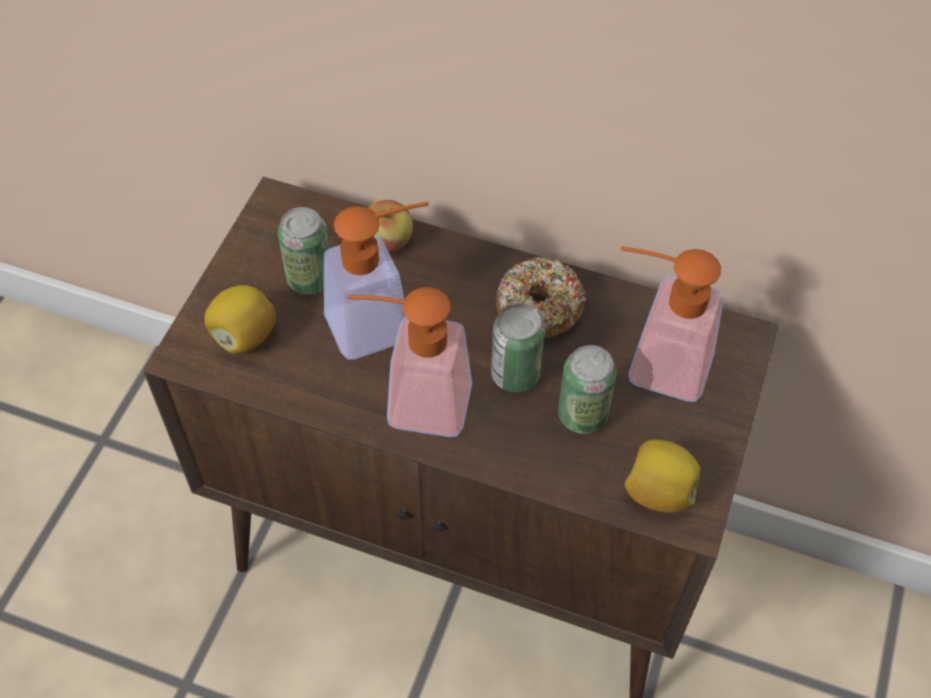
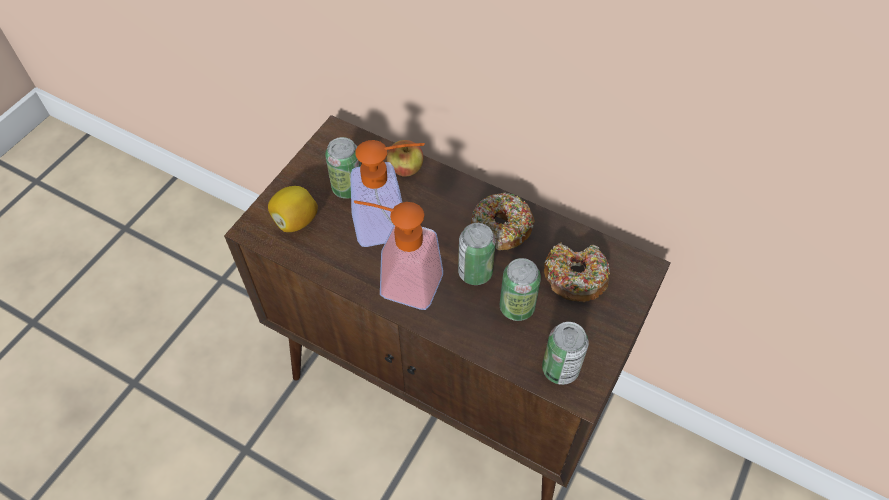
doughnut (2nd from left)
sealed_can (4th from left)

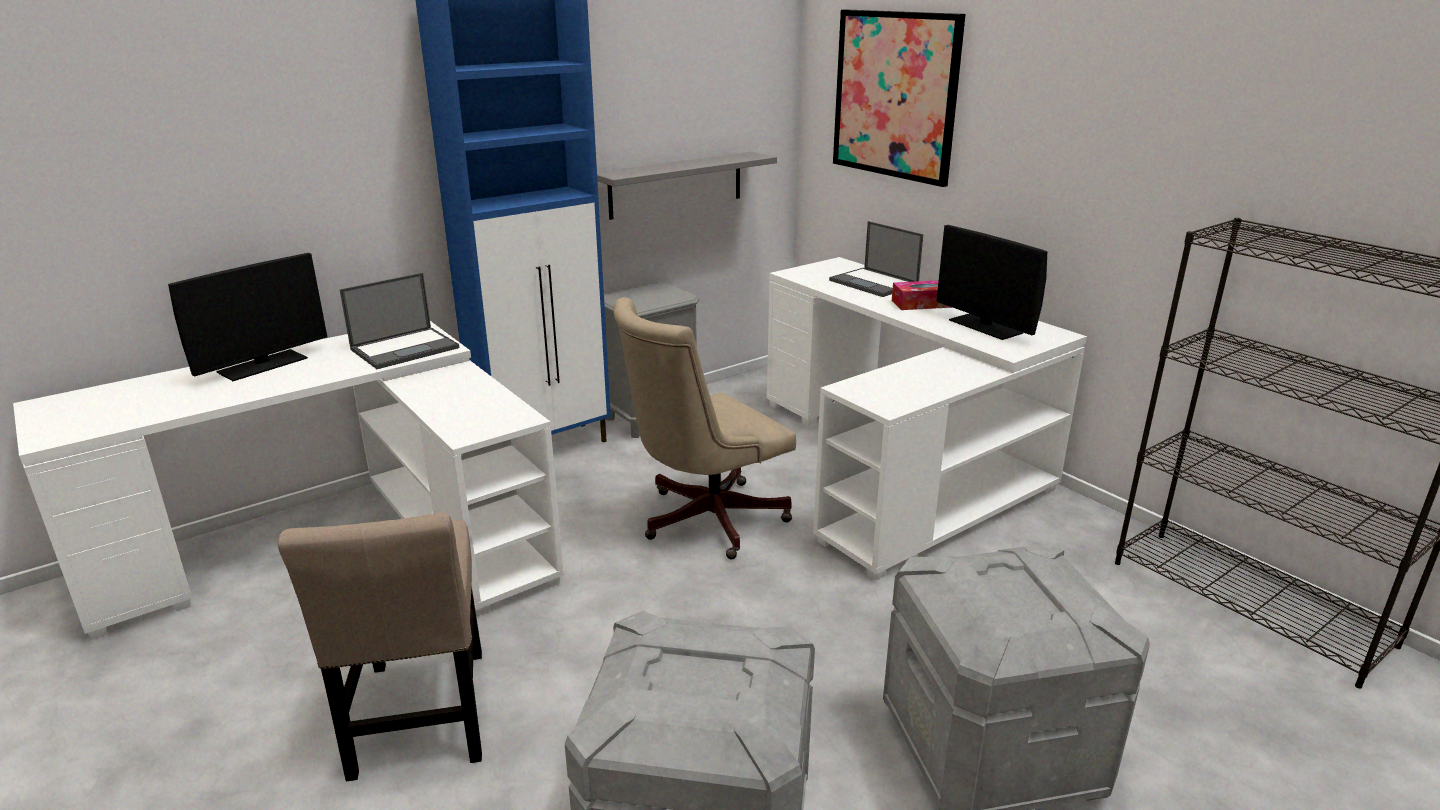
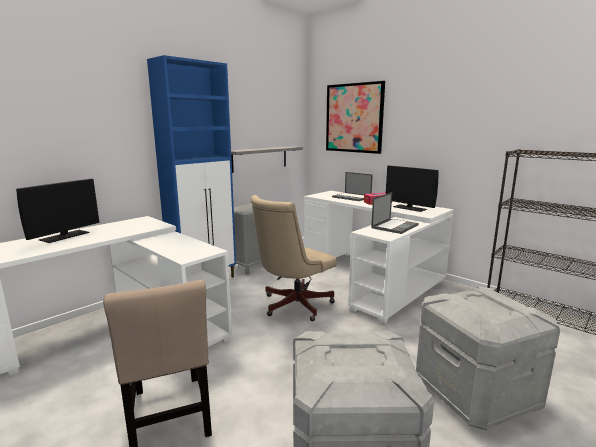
laptop (2nd from left)

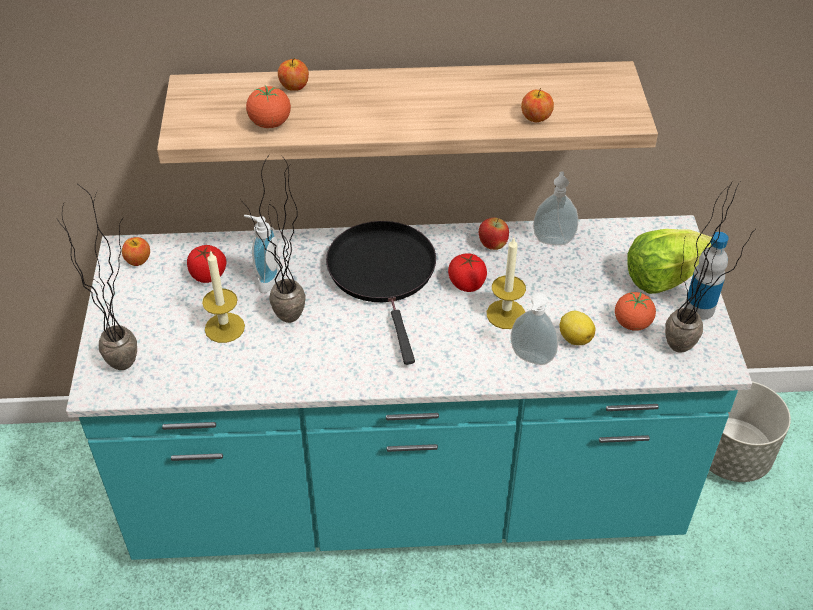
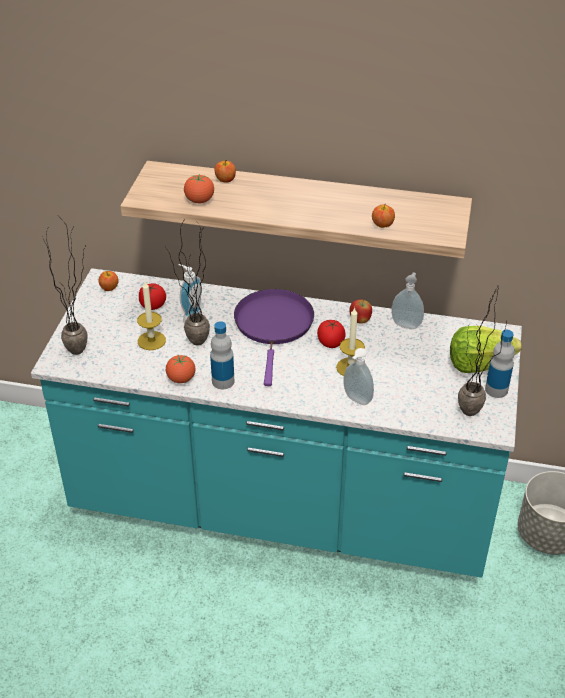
lemon
drink_bottle (1st from left)
tomato (2nd from left)
purplish_frying_pan

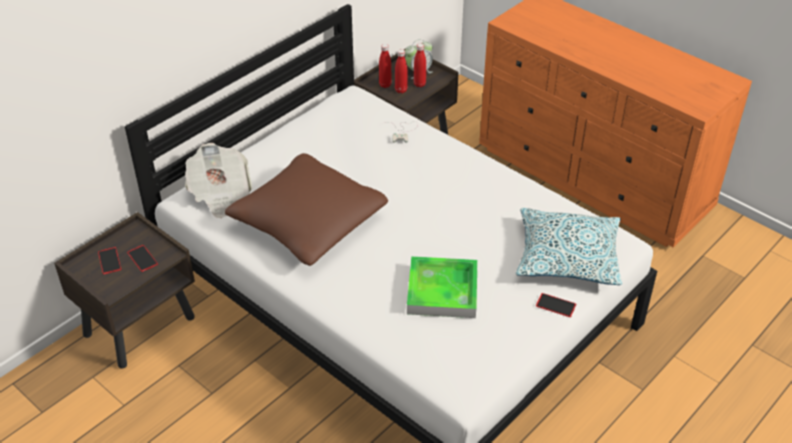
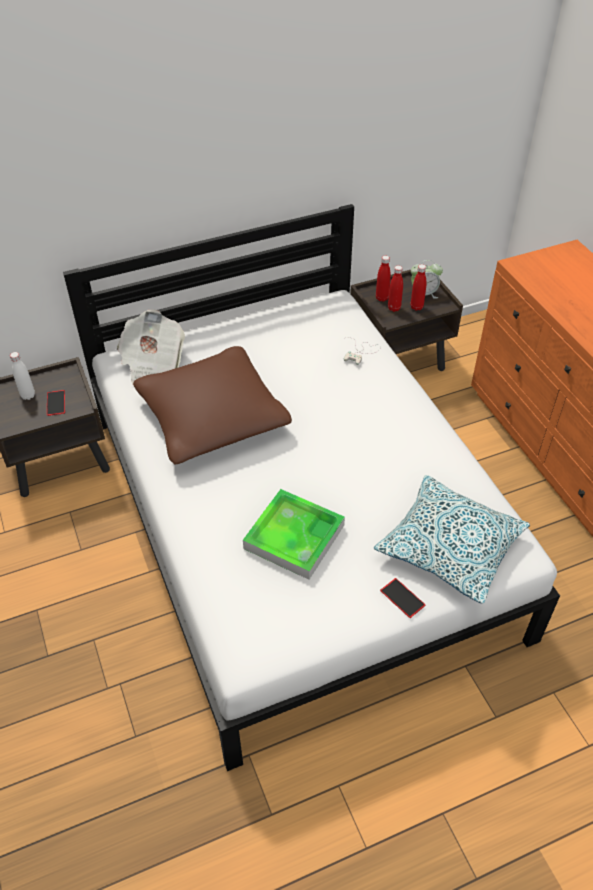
white_drink_bottle

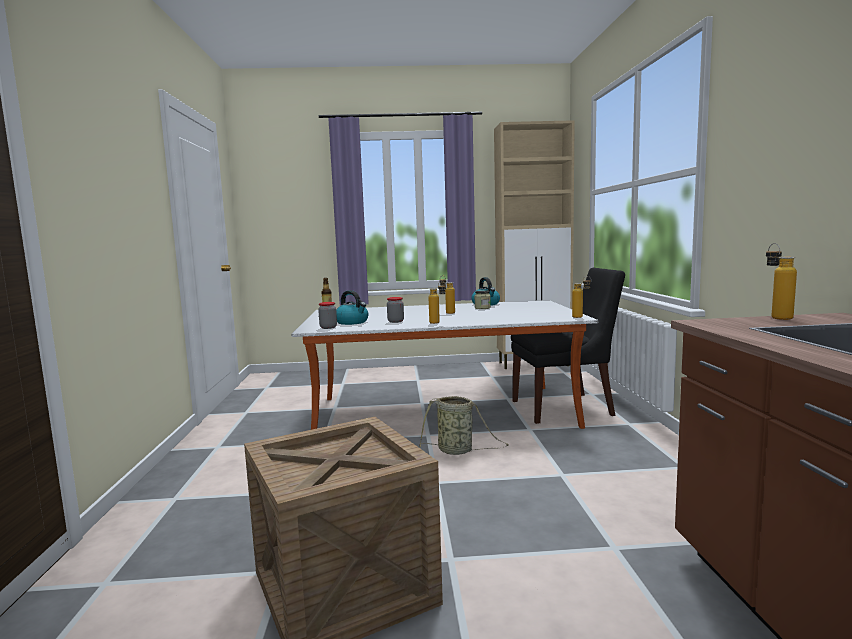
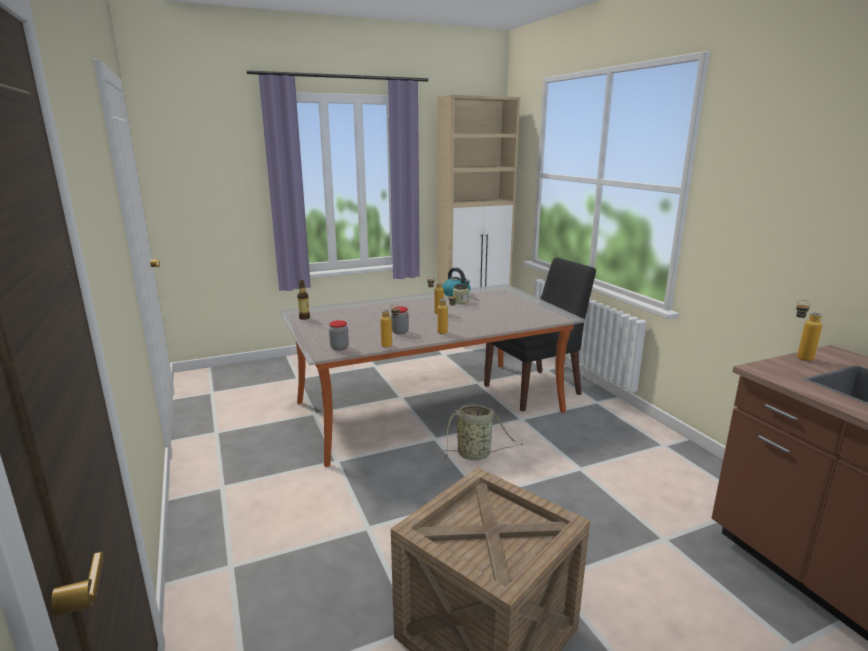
water_kettle (1st from left in the first image)
drink_bottle (2nd from left)

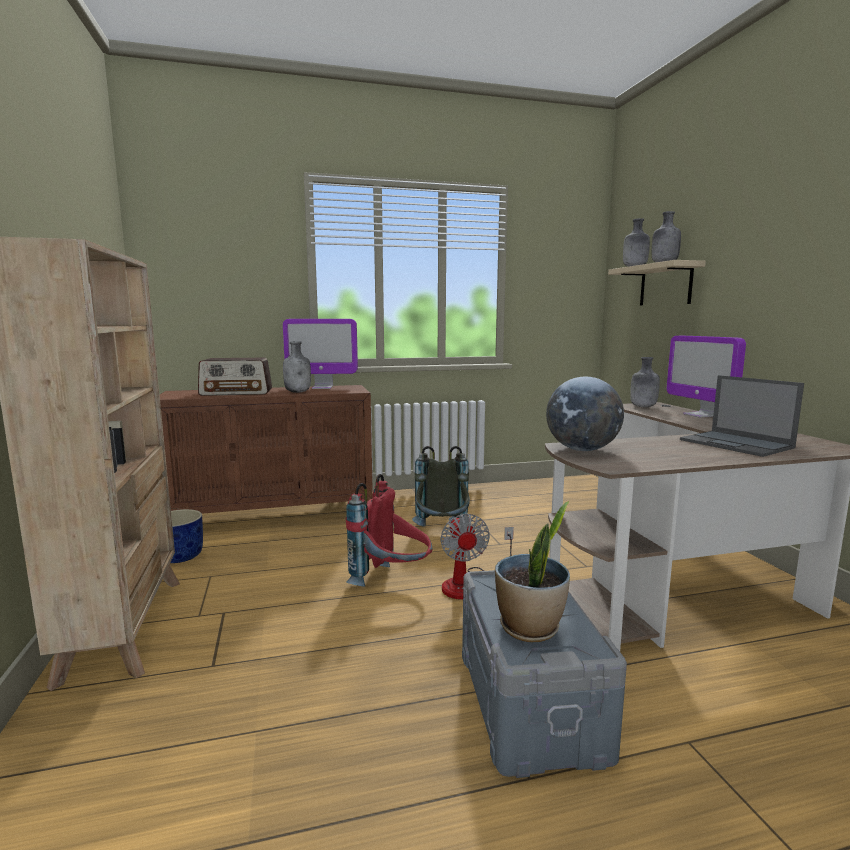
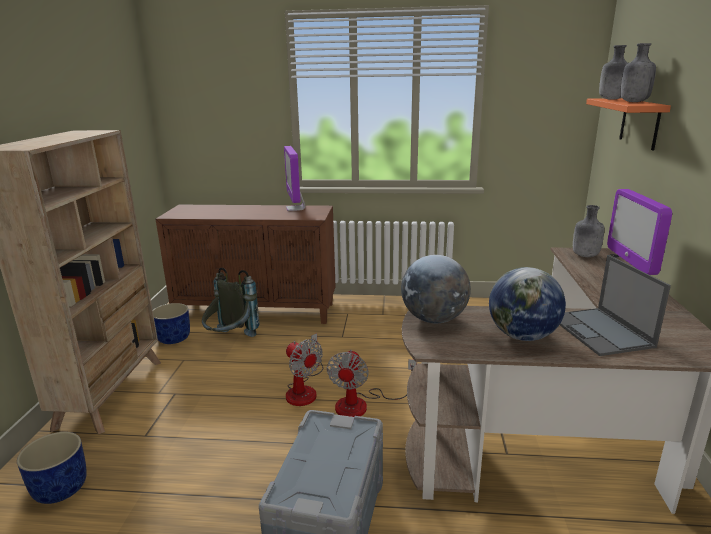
radio_receiver
gray_drink_bottle (1st from left in the first image)
houseplant
bluish_plant_pot (1st from left)
world_globe (2nd from left)
gray_knapsack
cooling_fan (1st from left)
orangey_wall_shelf
computer_display (1st from left)

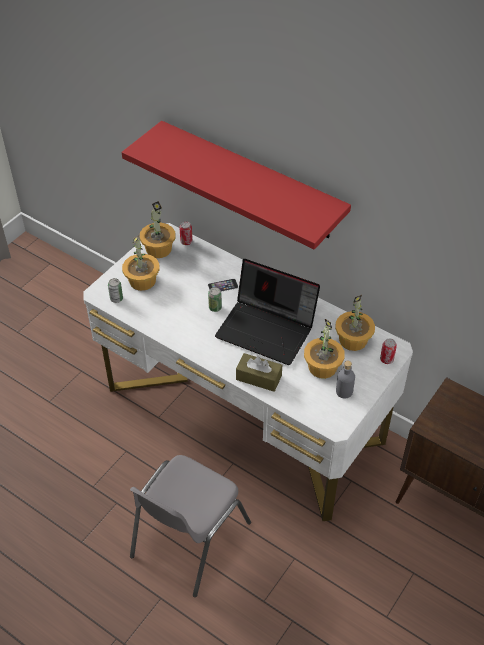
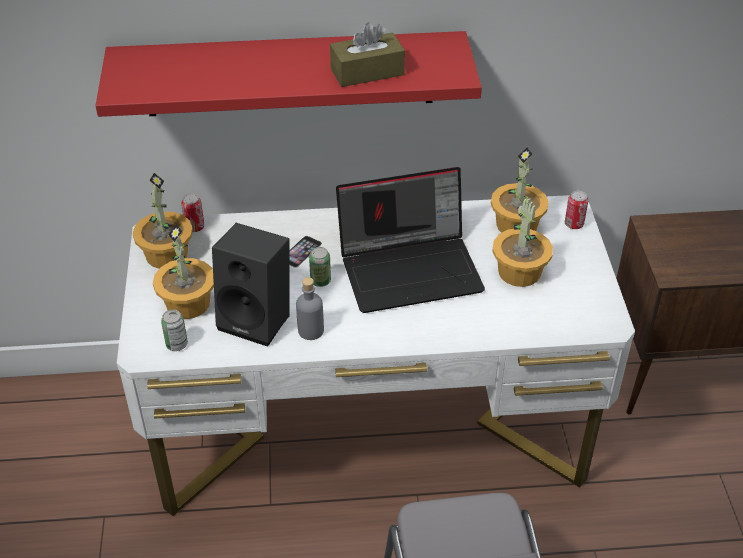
black_audio_speaker
brownish_tissue_box
gray_drink_bottle

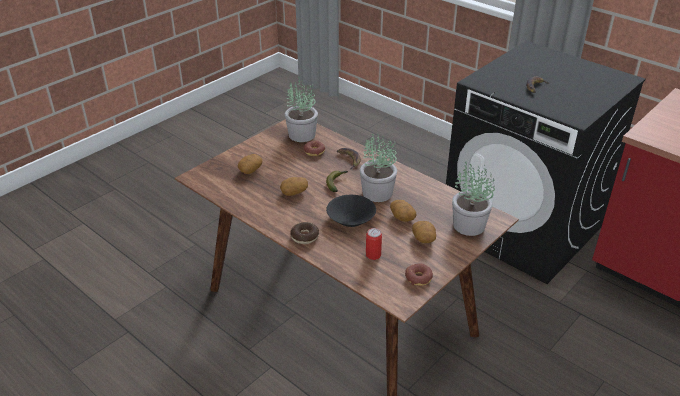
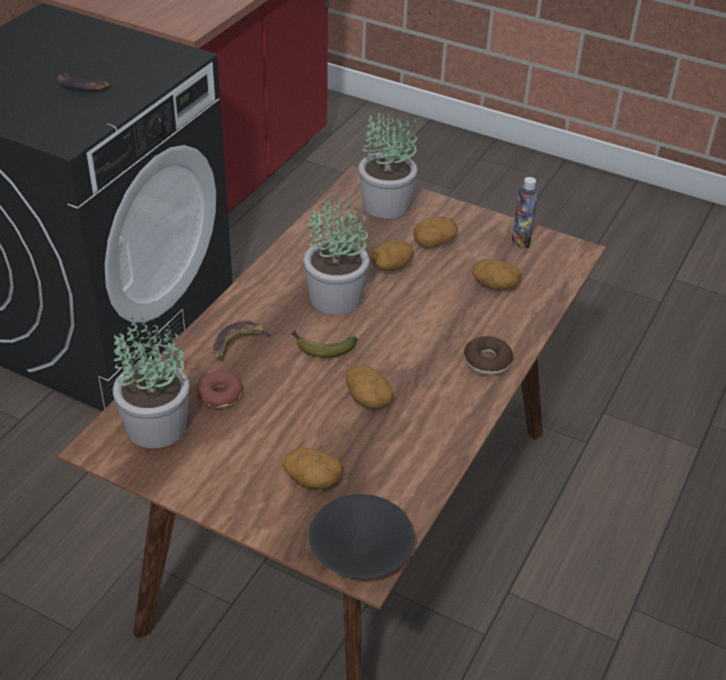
black_serving_bowl
spud (5th from left)
drink_bottle

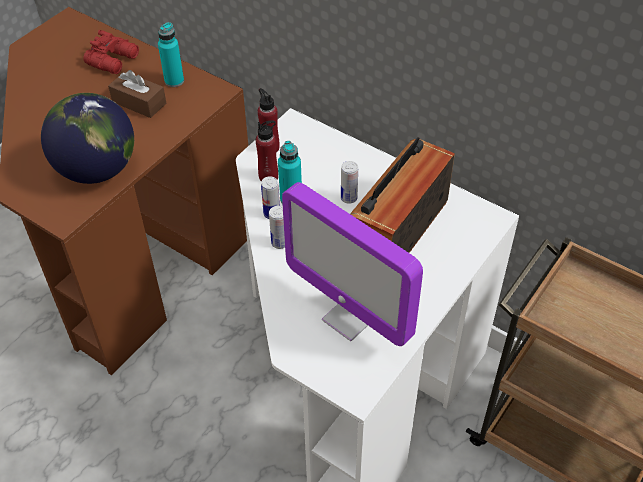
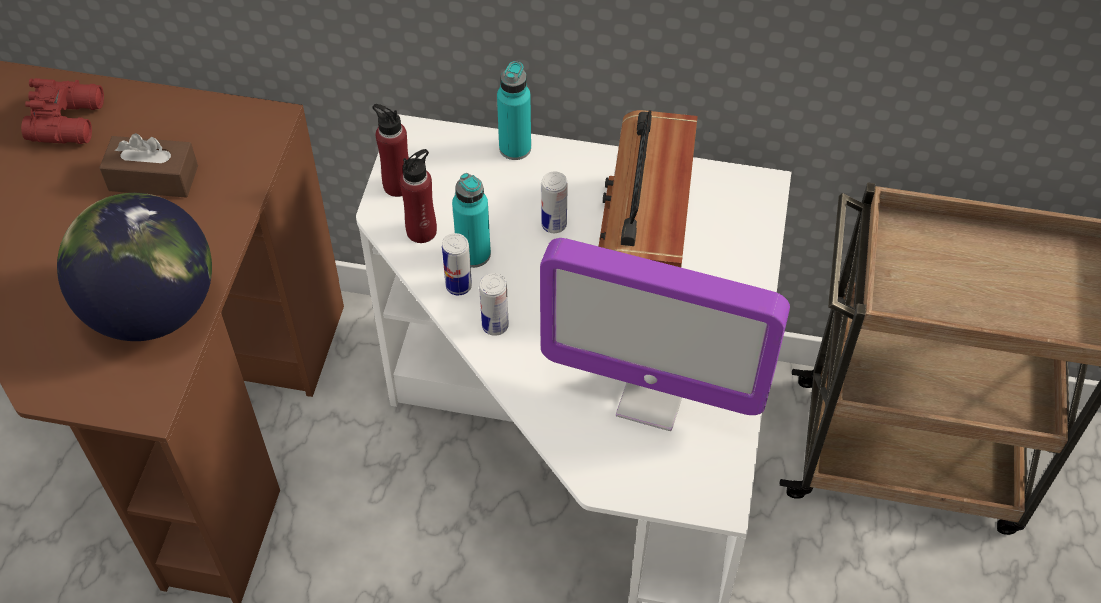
turquoise_drink_bottle (2nd from left)

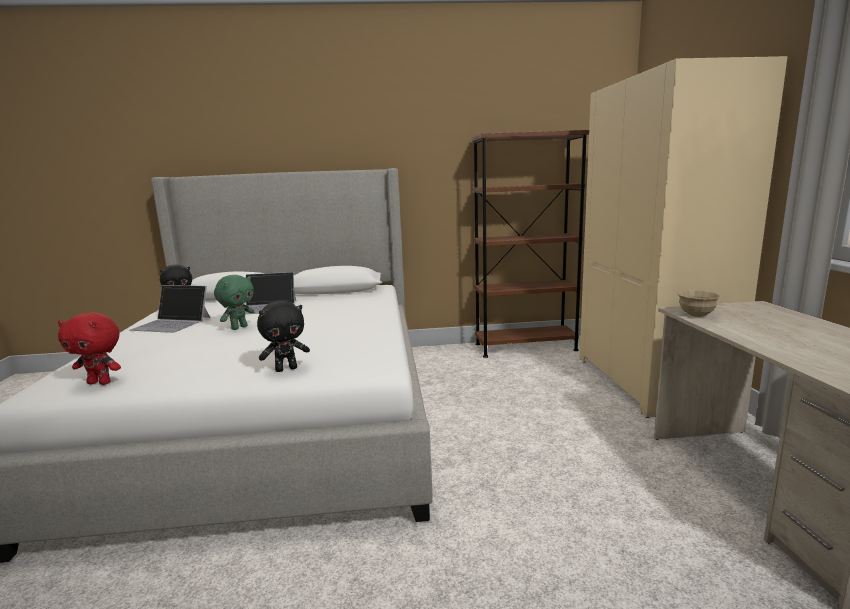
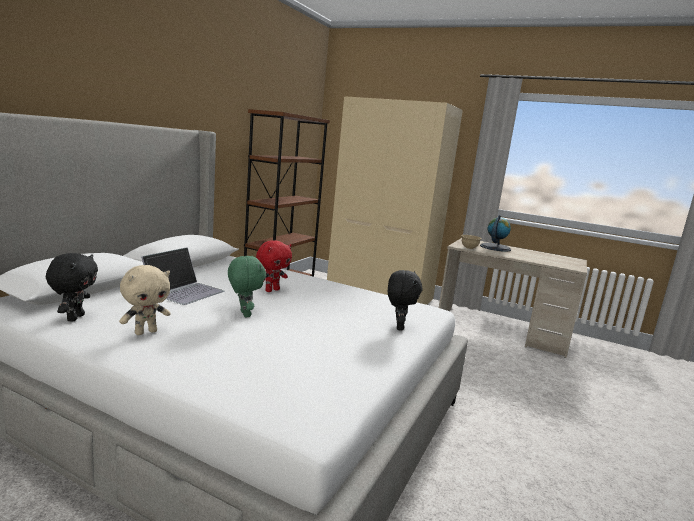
world_globe
red_soft_toy
beige_soft_toy

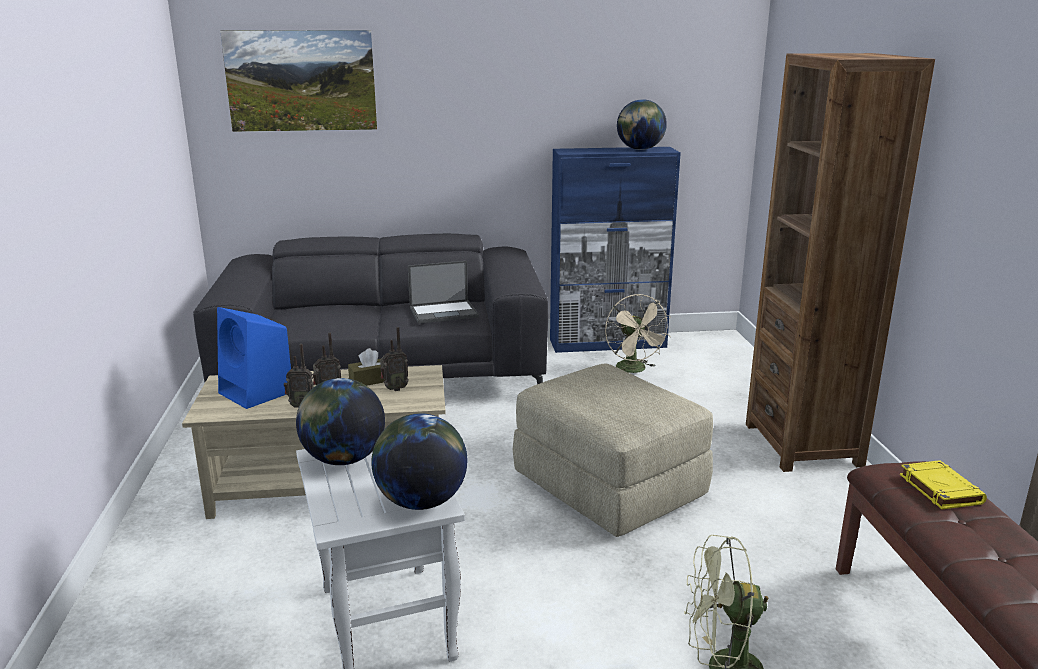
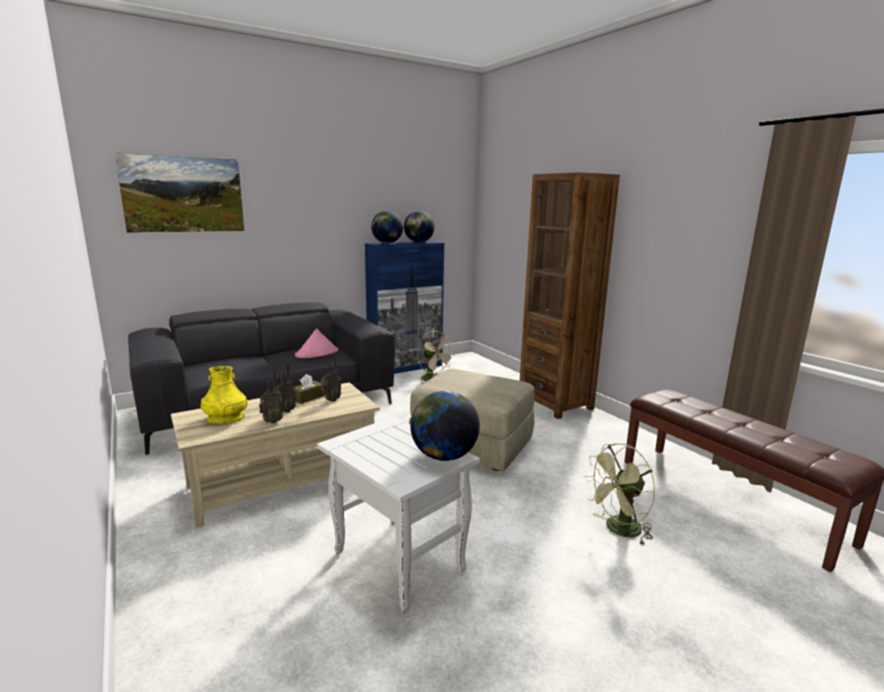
yellow_bound_book
world_globe (1st from left)
yellow_vase
pinkish_hat

